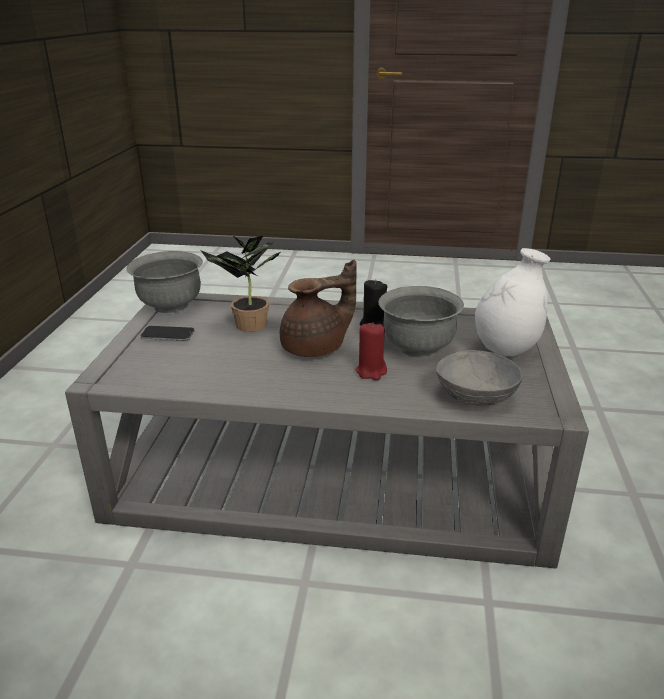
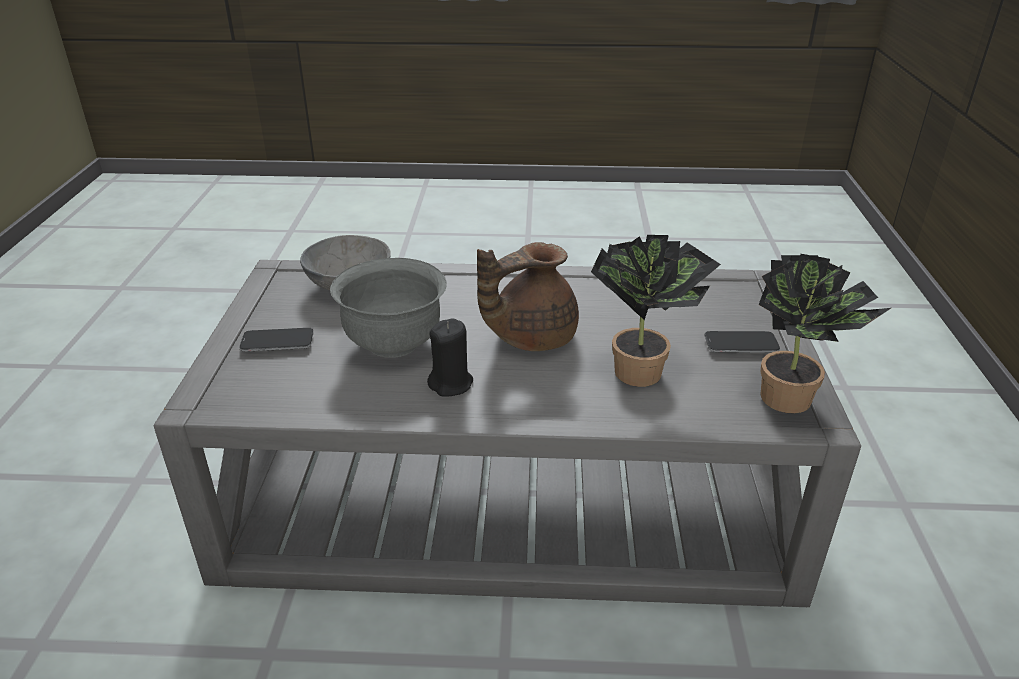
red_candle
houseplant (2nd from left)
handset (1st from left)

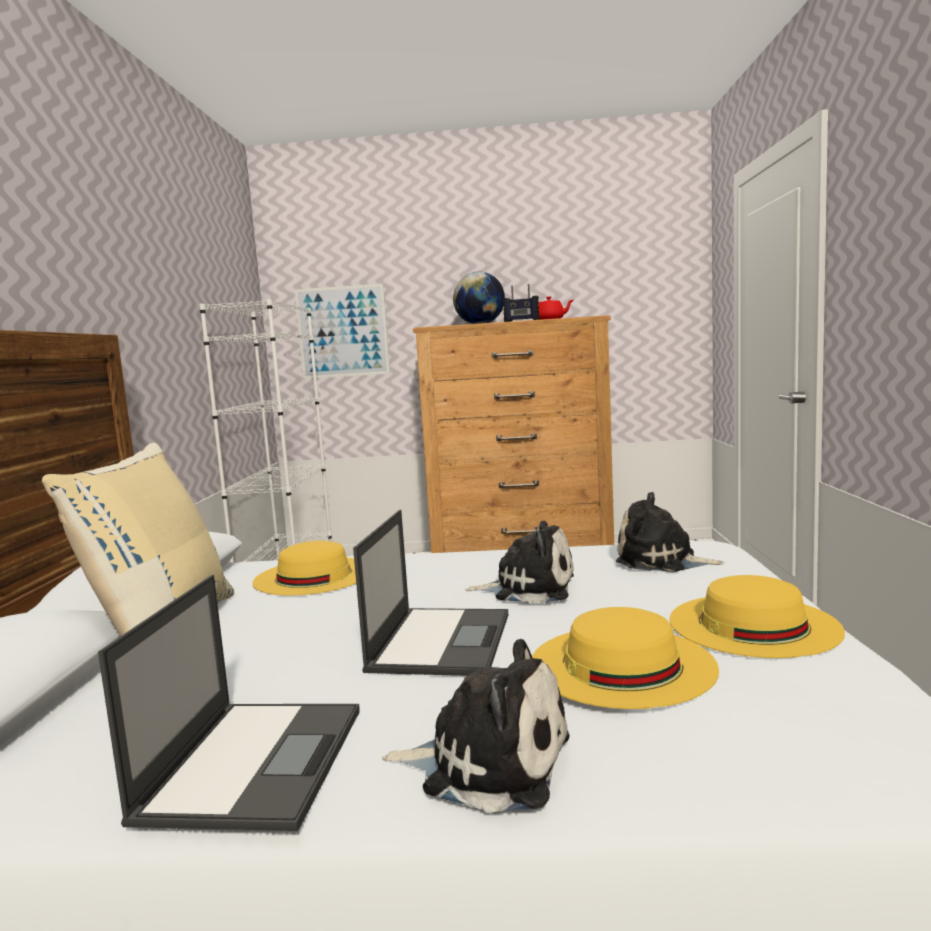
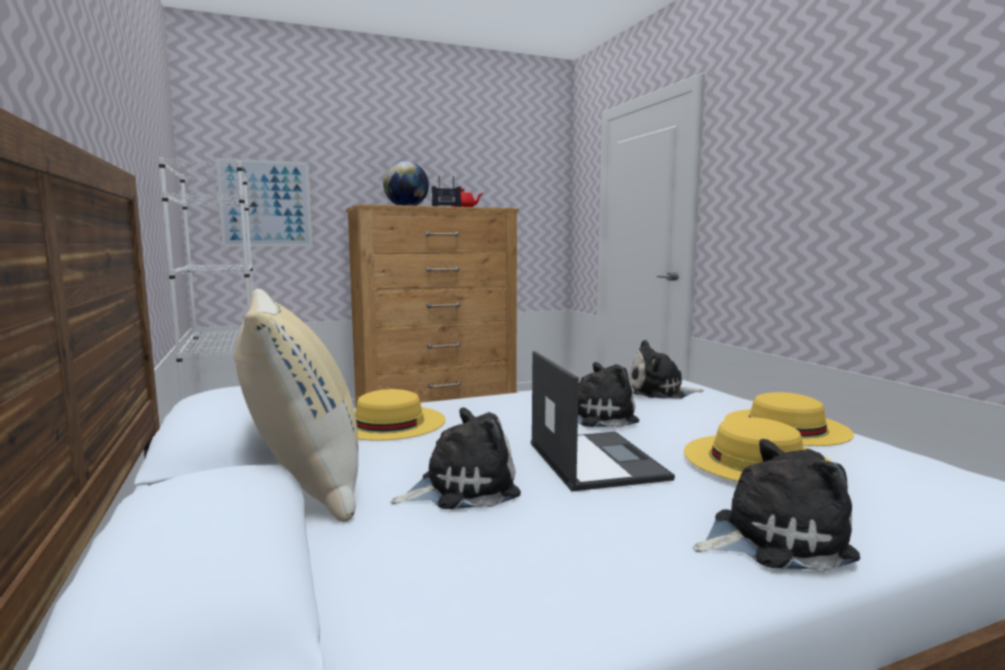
laptop (1st from left in the first image)
soft_toy (1st from left)

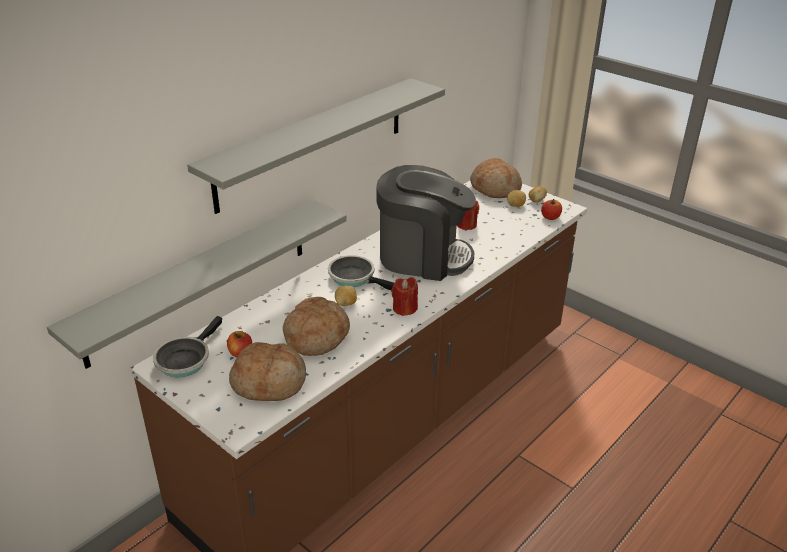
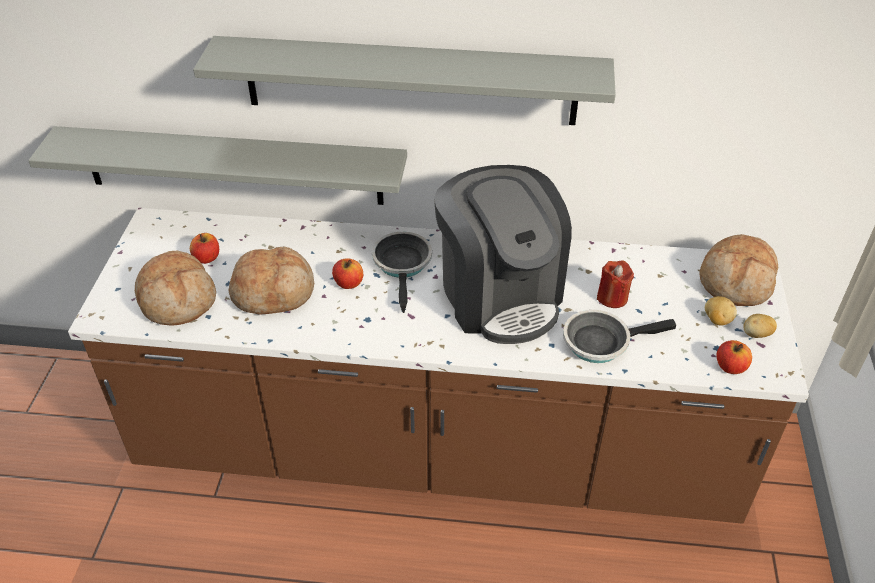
red_candle (1st from left in the first image)
frying_pan (2nd from left)
whole_apple (2nd from left)

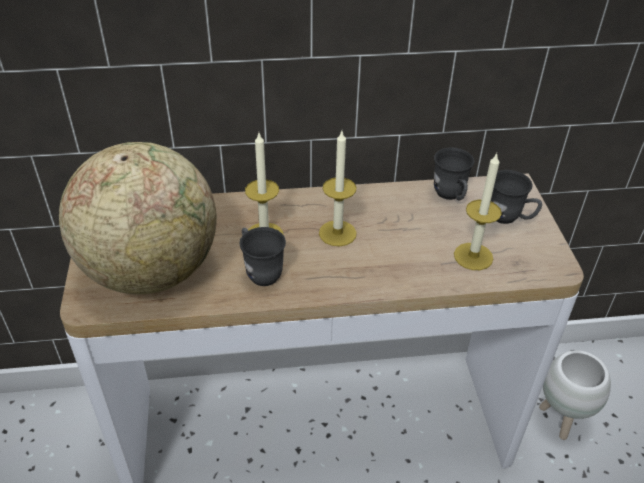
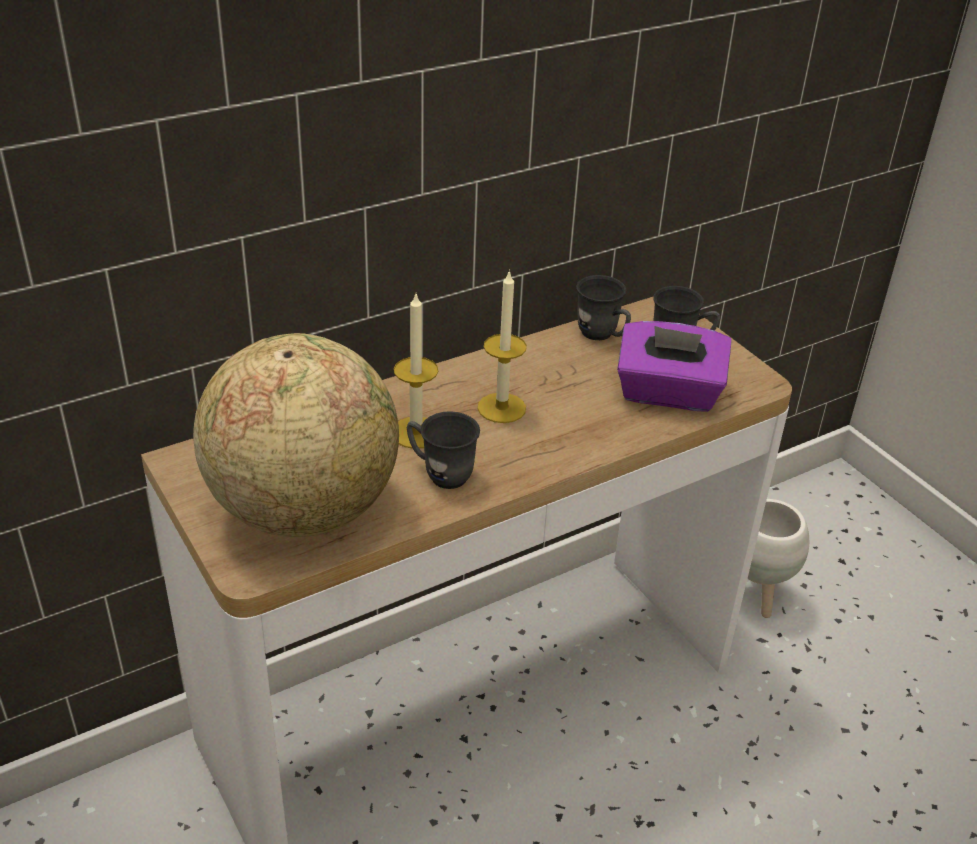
purplish_tissue_box

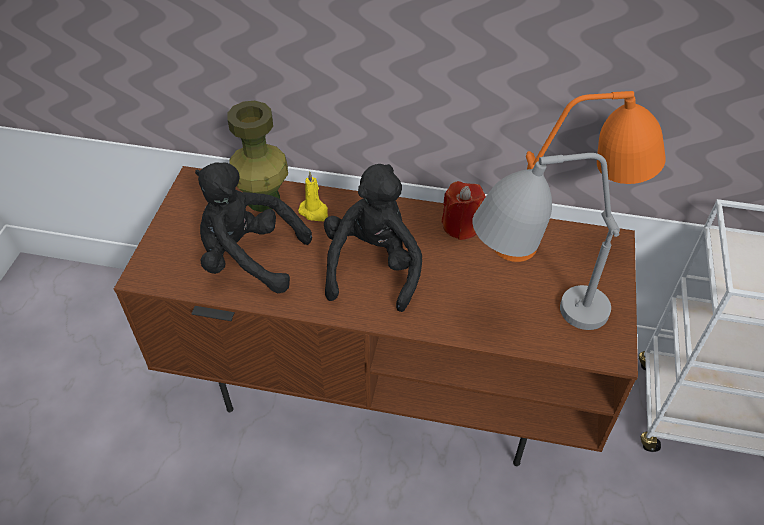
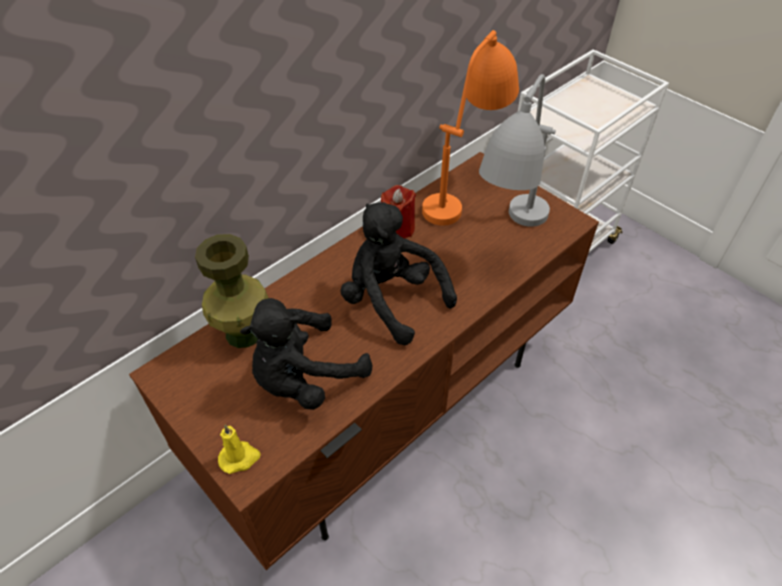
yellow_candle

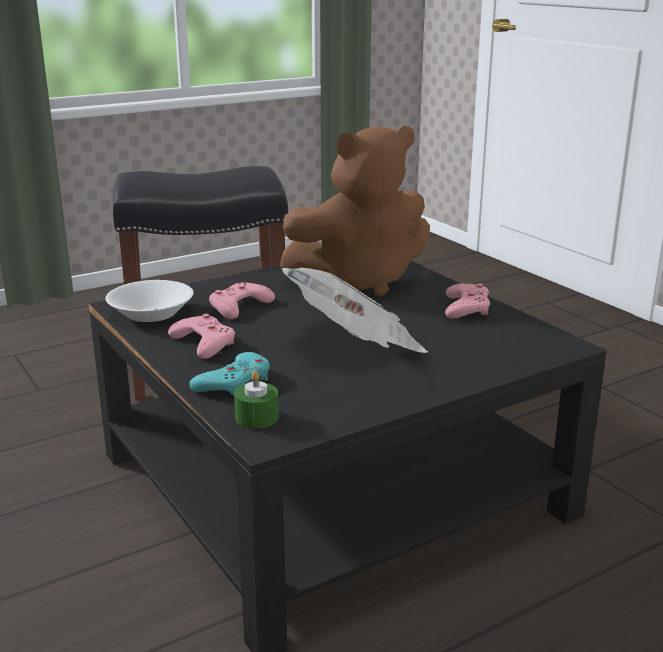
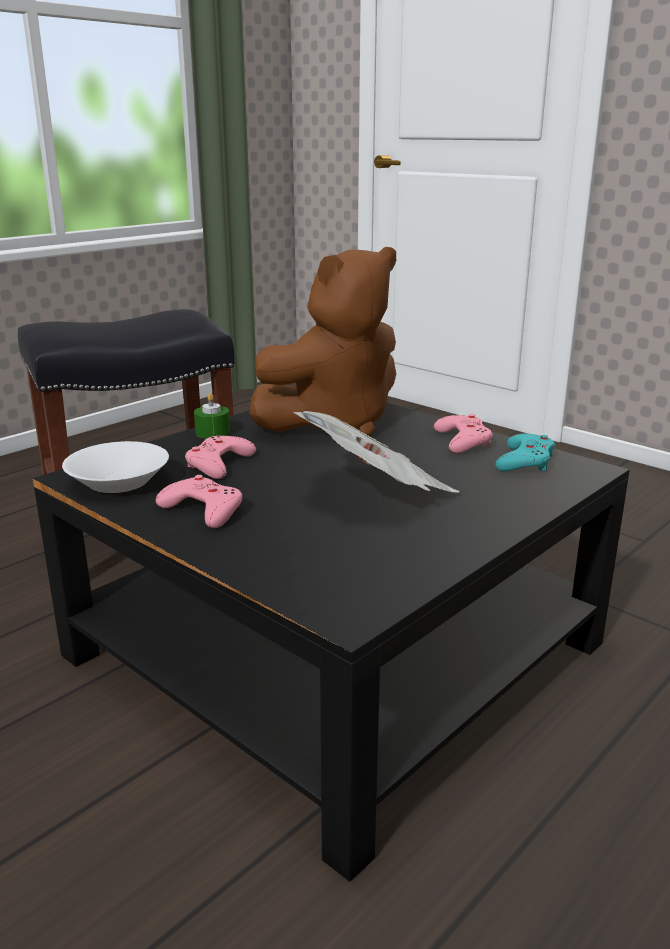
turquoise_game_controller
green-coloured_candle

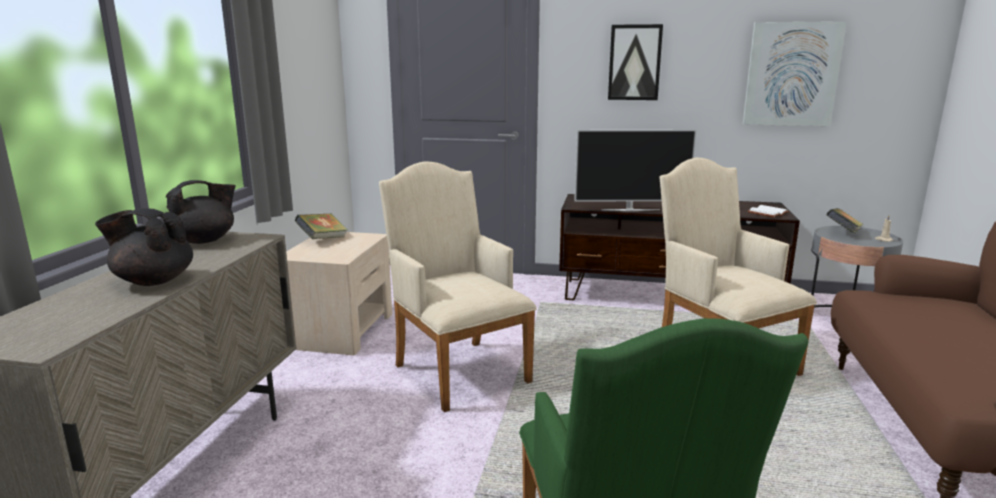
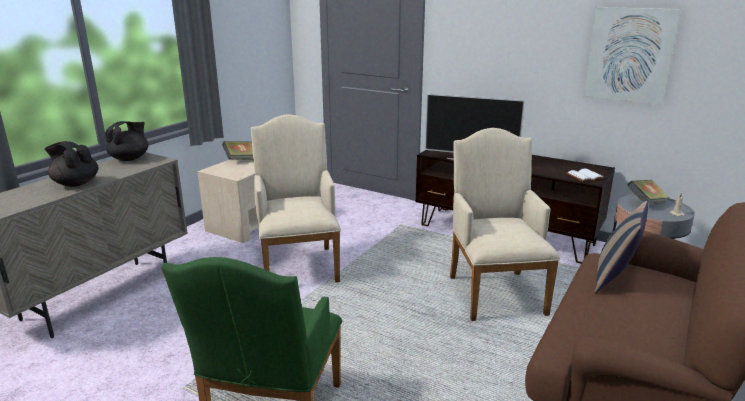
wall_picture (1st from left in the first image)
pillow
black_teapot (2nd from left)

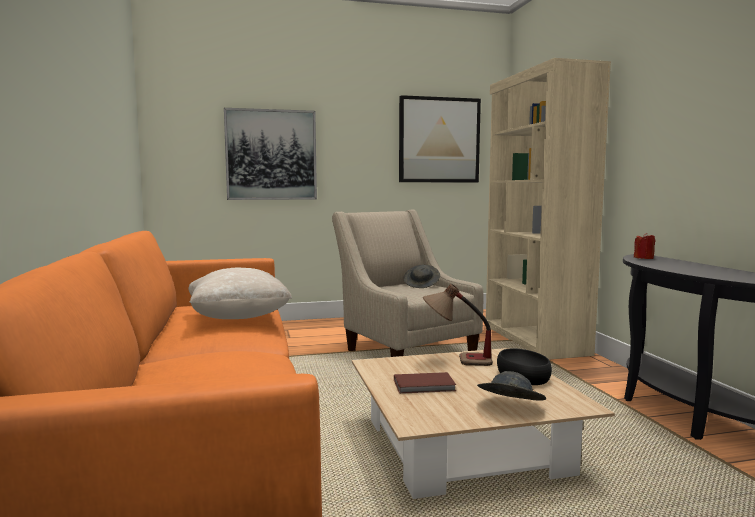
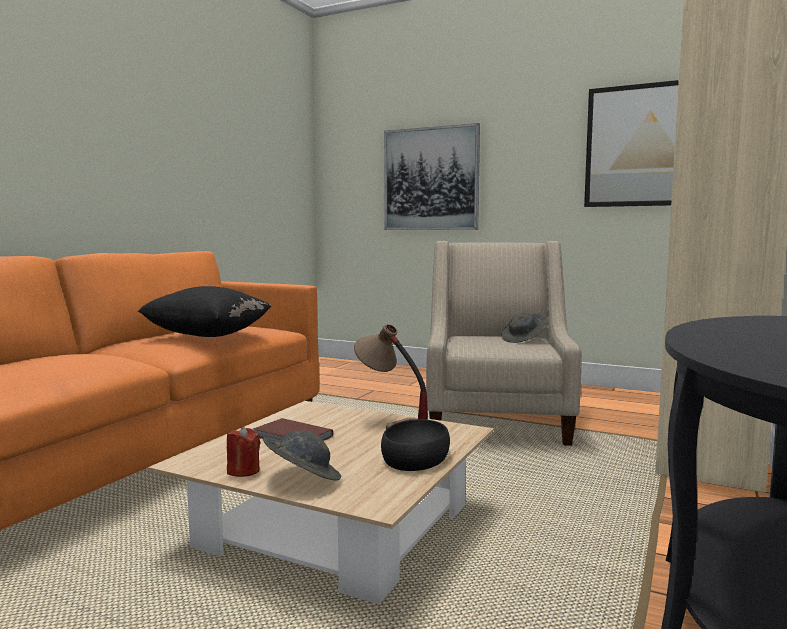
red_candle
black_pillow

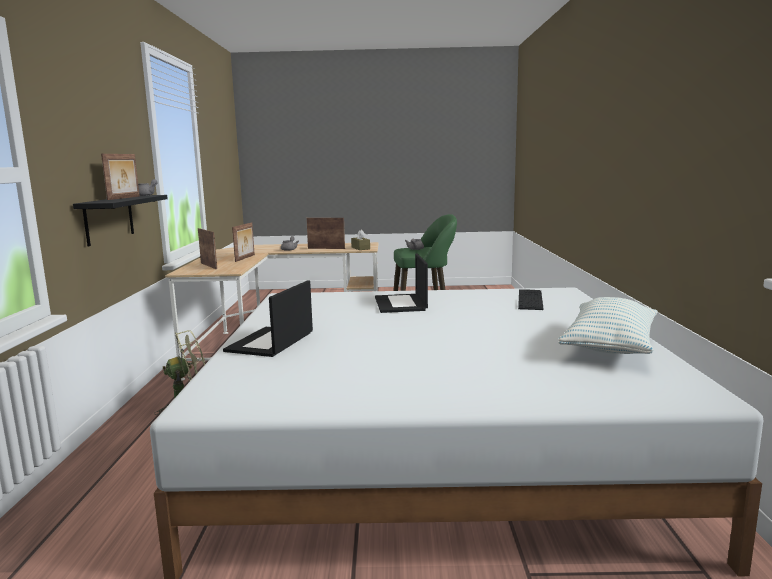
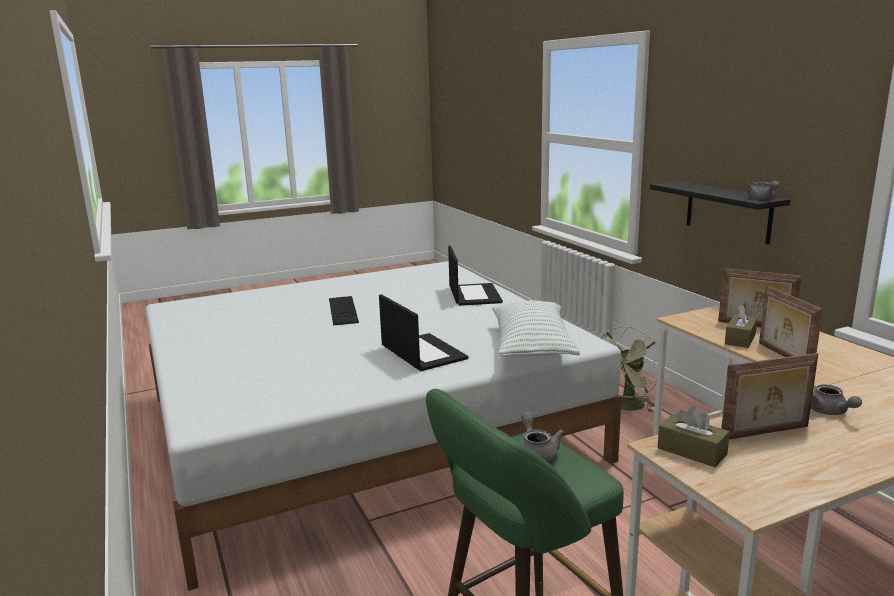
picture_frame (1st from left in the first image)
brownish_tissue_box (2nd from left)
computer_keyboard
pillow

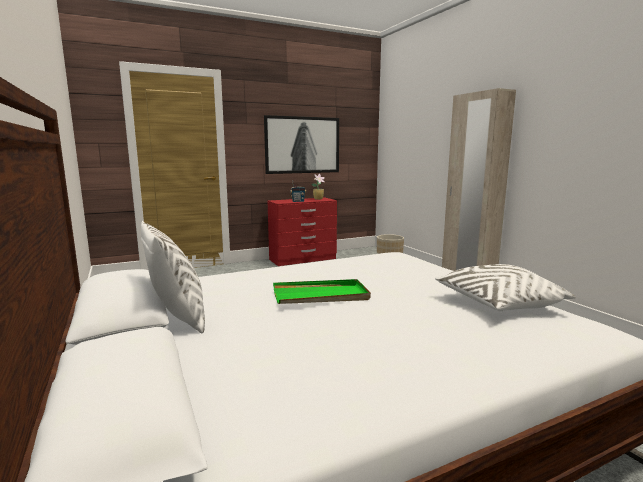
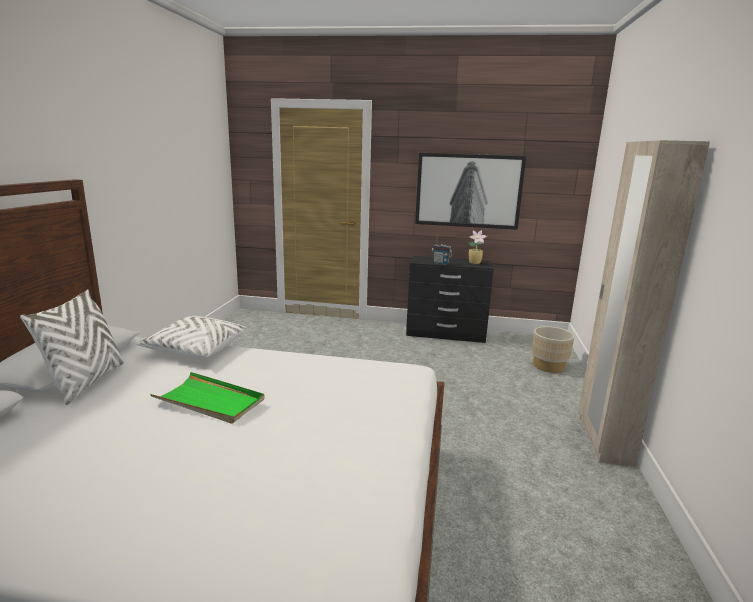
white_pillow (2nd from left)
black_drawer_chest

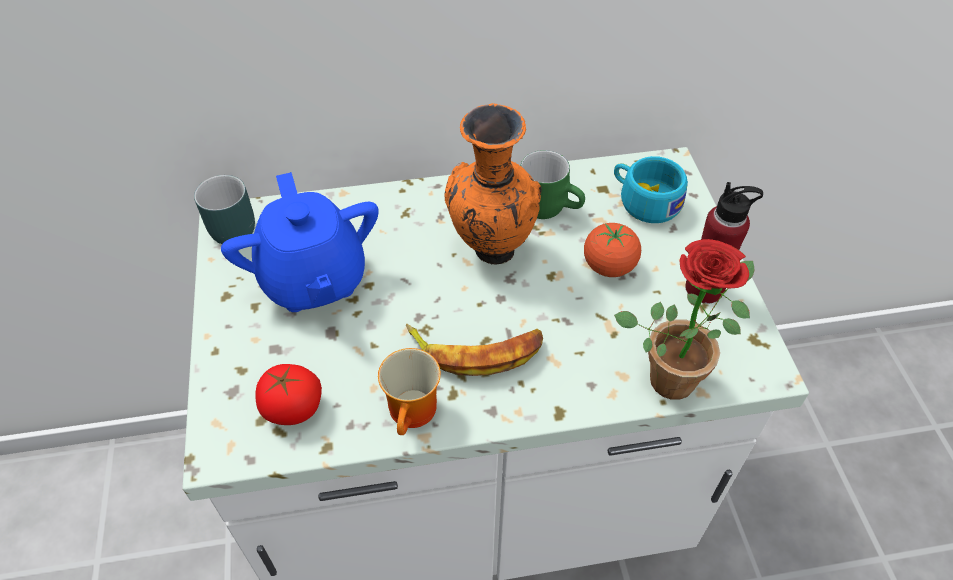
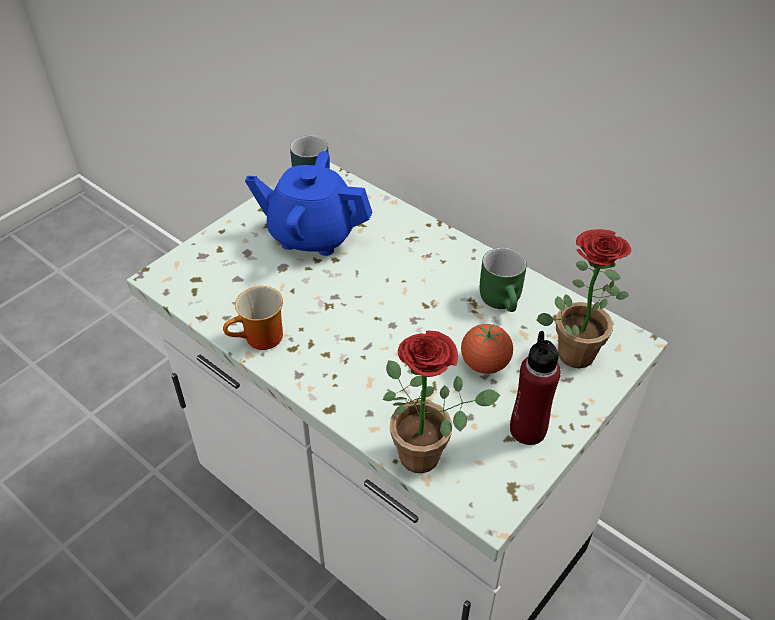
tomato (1st from left in the first image)
whole_banana
orangey_vase
houseplant (2nd from left)
bluish_teapot

